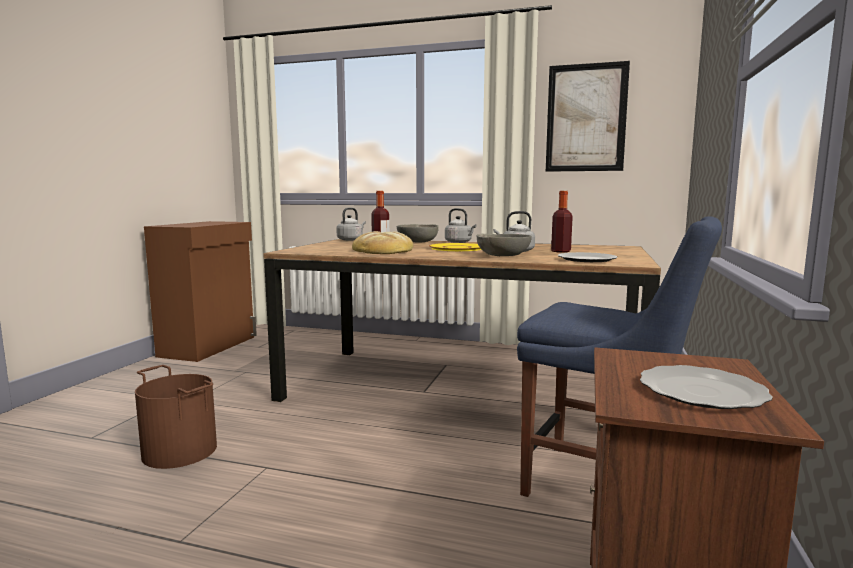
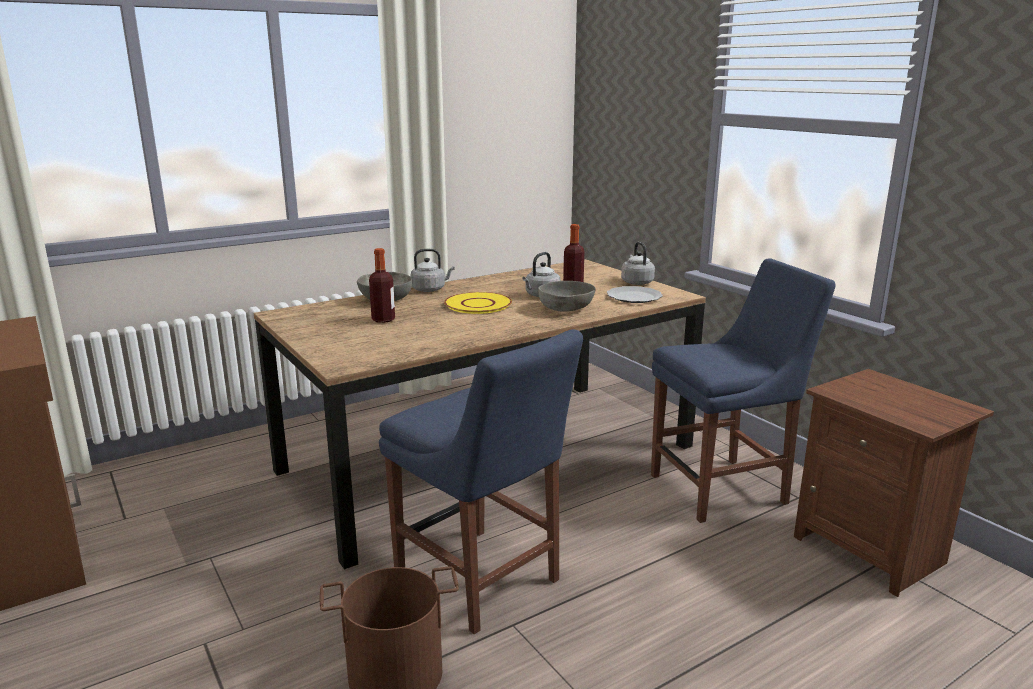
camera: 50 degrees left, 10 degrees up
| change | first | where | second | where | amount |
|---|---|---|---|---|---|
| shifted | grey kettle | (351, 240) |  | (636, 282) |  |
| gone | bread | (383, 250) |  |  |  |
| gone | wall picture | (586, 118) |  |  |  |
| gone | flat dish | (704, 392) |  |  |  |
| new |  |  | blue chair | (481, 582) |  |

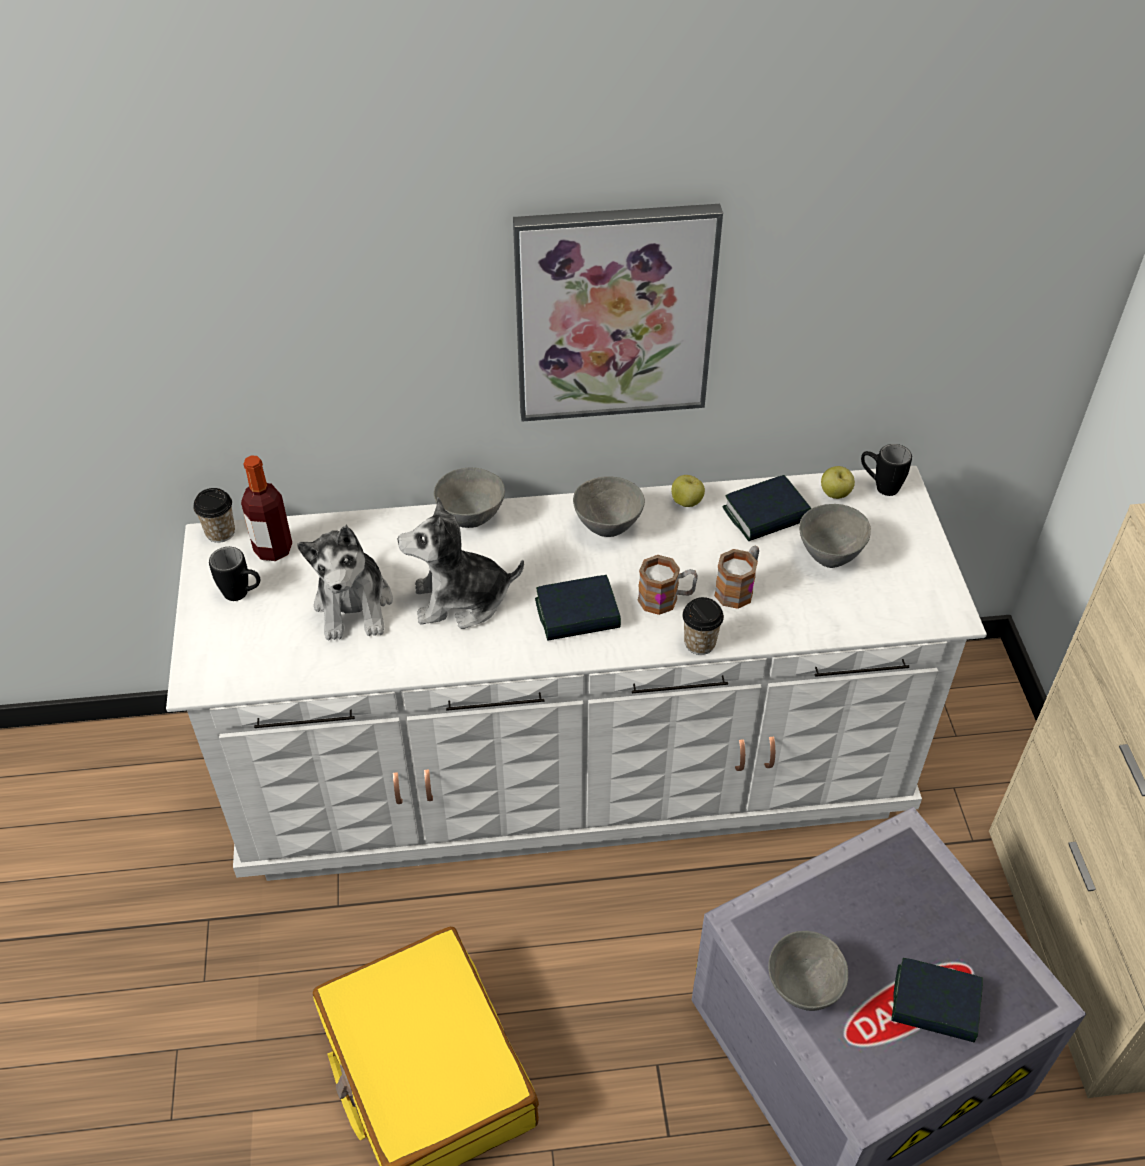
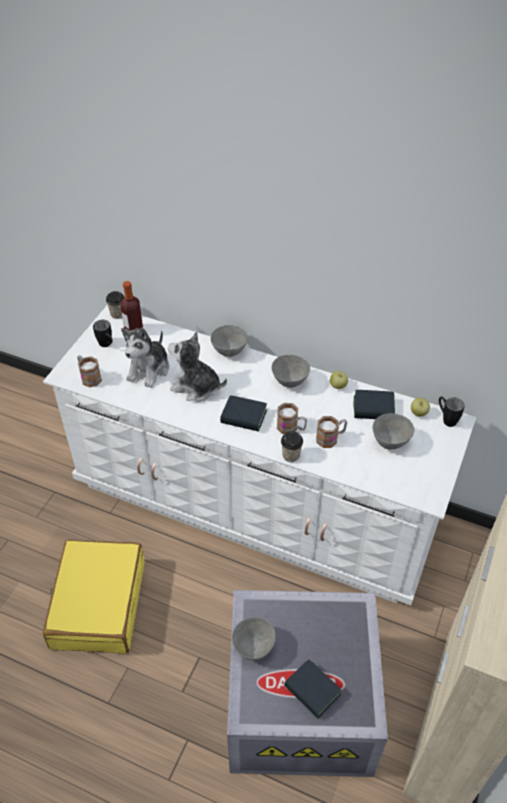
camera: 30 degrees right, 0 degrees up
| change | first | where | second | where | amount |
|---|---|---|---|---|---|
| gone | wall picture | (614, 313) |  |  |  |
| new |  |  | coffee mug | (89, 377) |  |

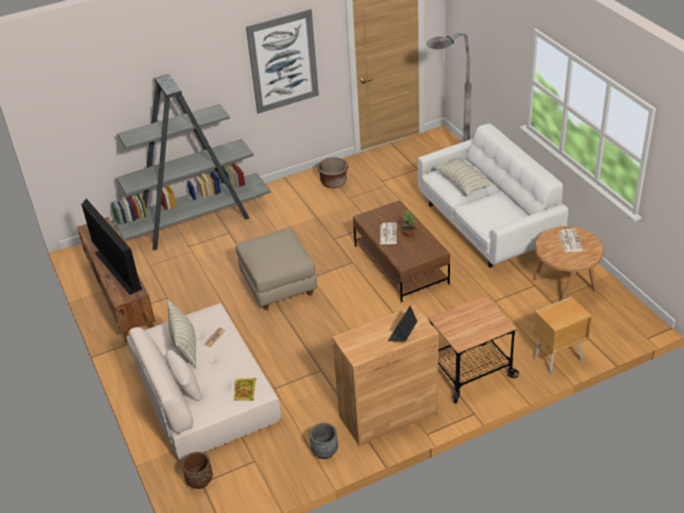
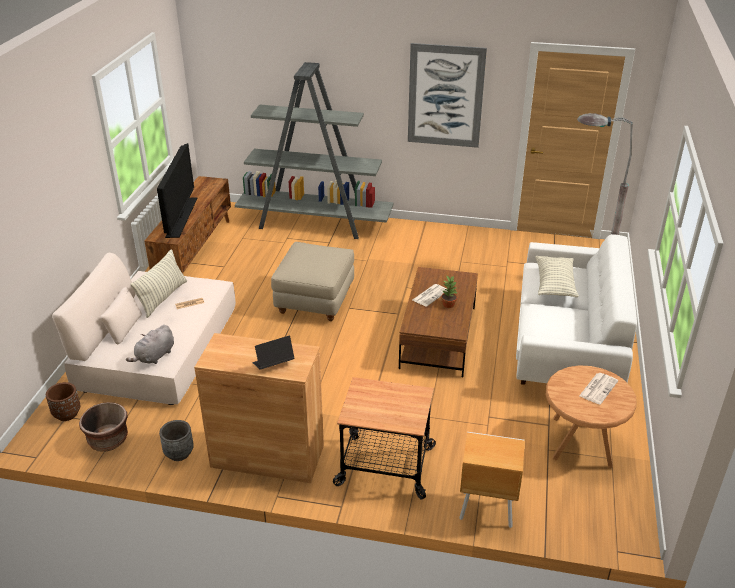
camera: 35 degrees right, 5 degrees down
| change | first | where | second | where | amount |
|---|---|---|---|---|---|
| swapped | bound book | (245, 391) | grey cuddly toy | (155, 356) |  |
| shifted | brownish flower pot | (334, 182) |  | (108, 440) |  |

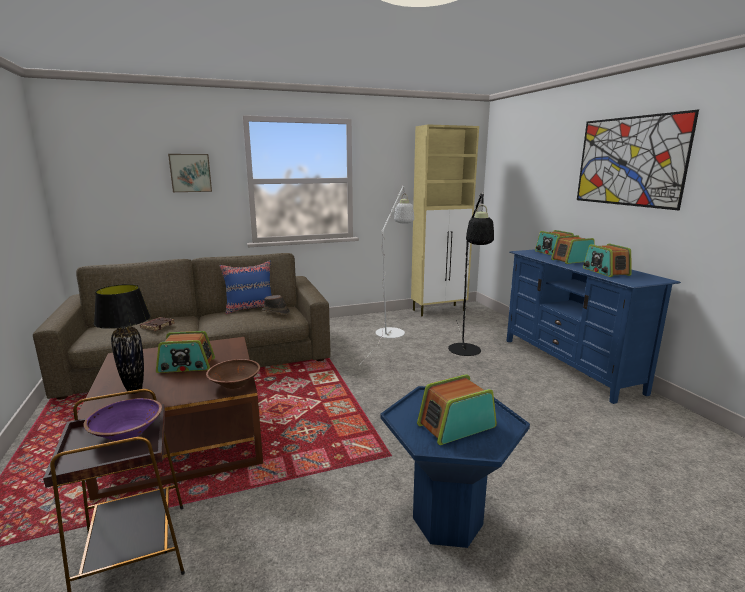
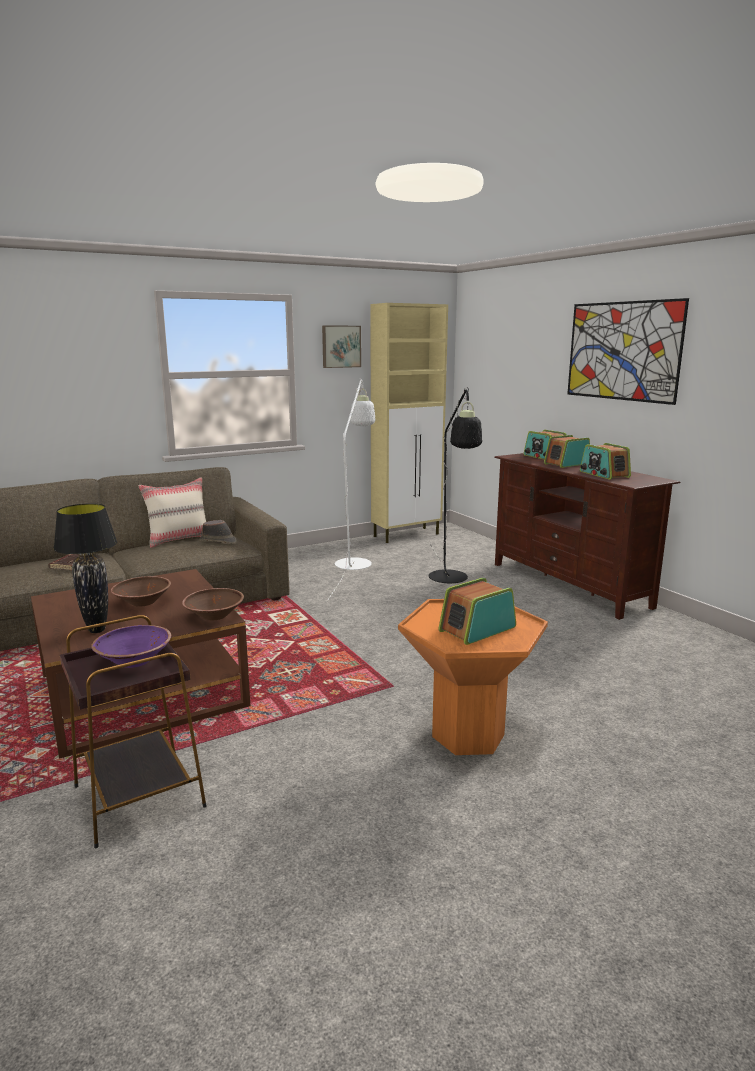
camera: 10 degrees left, 0 degrees up
| change | first | where | second | where | amount |
|---|---|---|---|---|---|
| swapped | radio | (186, 365) | brownish serving bowl | (143, 602) |  |
| shifted | wall picture | (190, 173) |  | (340, 346) |  |
| repainted | blue throw pillow | (250, 308) | sand-coloured throw pillow | (179, 540) |  |
| repainted | blue side table | (448, 521) | orangey side table | (468, 736) |  |
| repainted | blue tv unit | (569, 364) | brownish tv unit | (569, 585) |  |

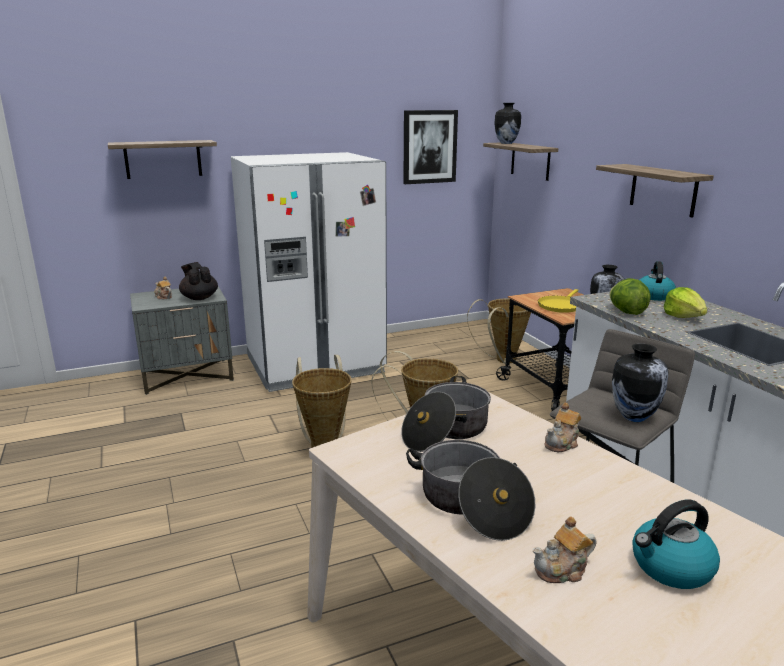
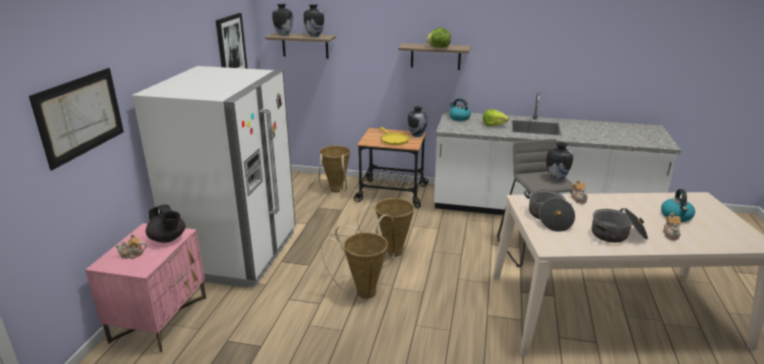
camera: 55 degrees left, 5 degrees up
| change | first | where | second | where | amount |
|---|---|---|---|---|---|
| swapped | bracket shelf | (163, 159) | wall picture | (80, 116) |  |
| repainted | grey nightstand | (188, 376) | pinkish nightstand | (160, 319) |  |
| rotated | black-coloured tea pot | (199, 298) |  | (168, 239) | 135 degrees counterclockwise |
| shifted | lettuce head | (626, 312) |  | (438, 47) |  |
| new |  |  | flower vase | (314, 35) |  |

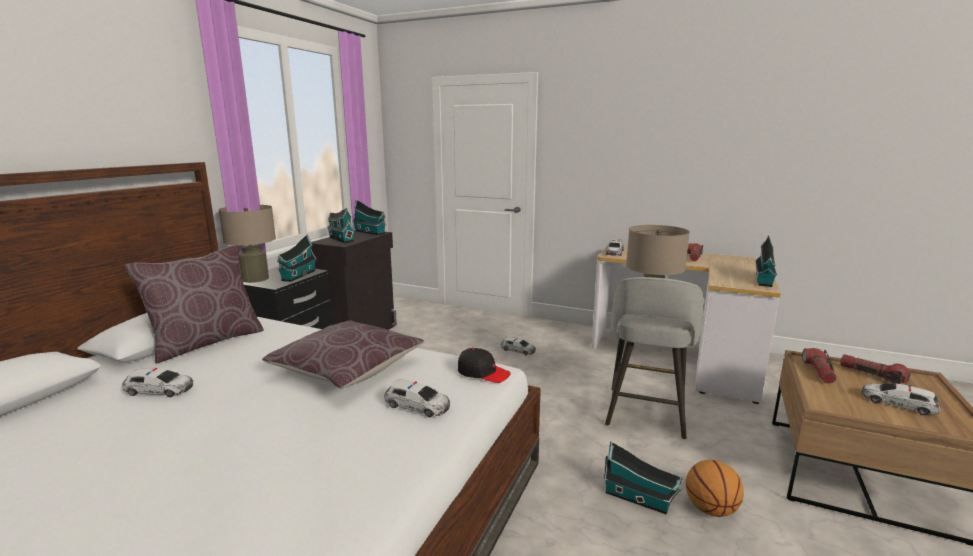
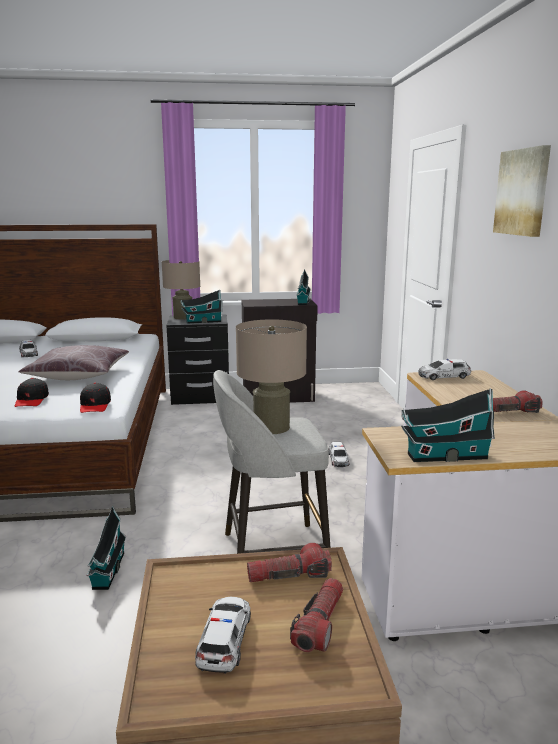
camera: 60 degrees right, 0 degrees up
| change | first | where | second | where | amount |
|---|---|---|---|---|---|
| gone | brownish throw pillow | (207, 342) |  |  |  |
| gone | miniature house | (340, 239) |  |  |  |
| swapped | model car | (417, 405) | black-coloured cap | (32, 400) |  |
| gone | basketball ball | (710, 509) |  |  |  |
| new |  |  | wall picture | (523, 192) |  |

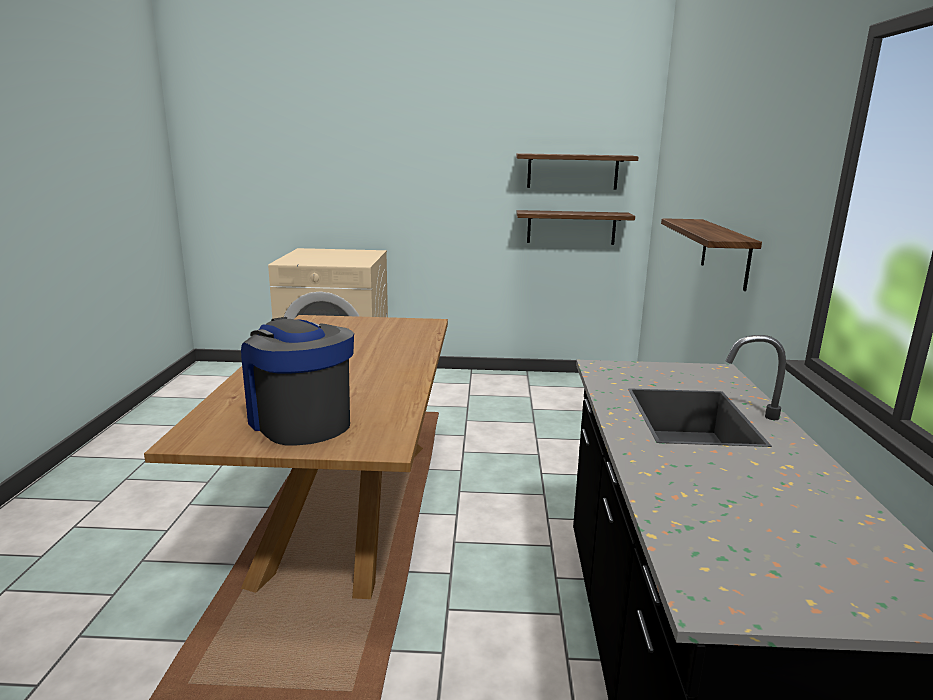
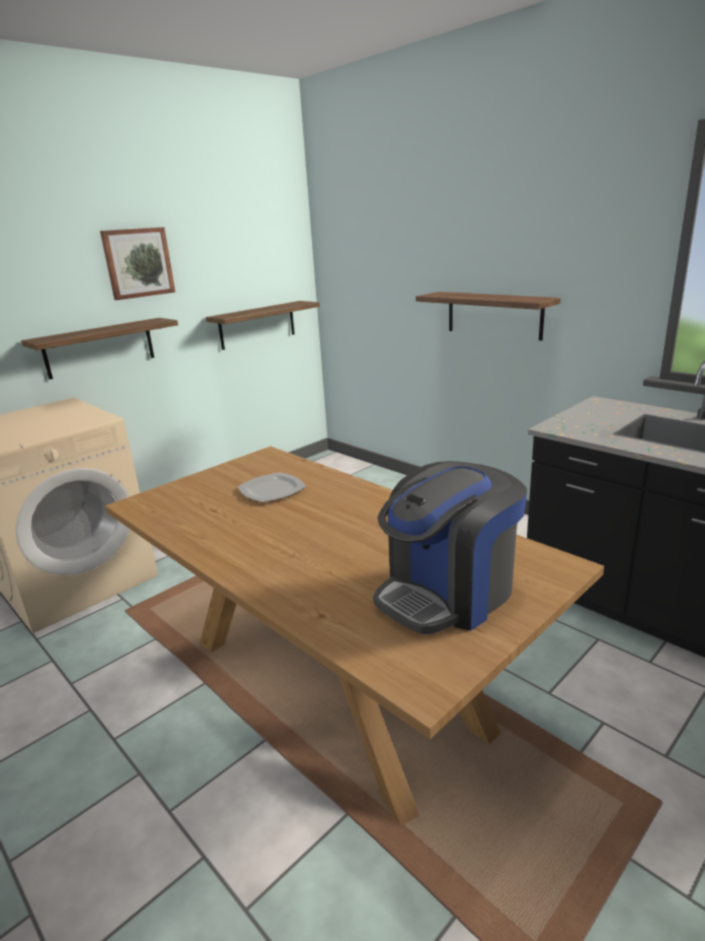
camera: 45 degrees left, 5 degrees up
| change | first | where | second | where | amount |
|---|---|---|---|---|---|
| rotated | coffee machine | (300, 421) |  | (448, 593) | 45 degrees counterclockwise |
| shifted | bracket shelf | (572, 171) |  | (99, 348) |  |
| new |  |  | wall picture | (138, 263) |  |
| new |  |  | flat dish | (272, 489) |  |

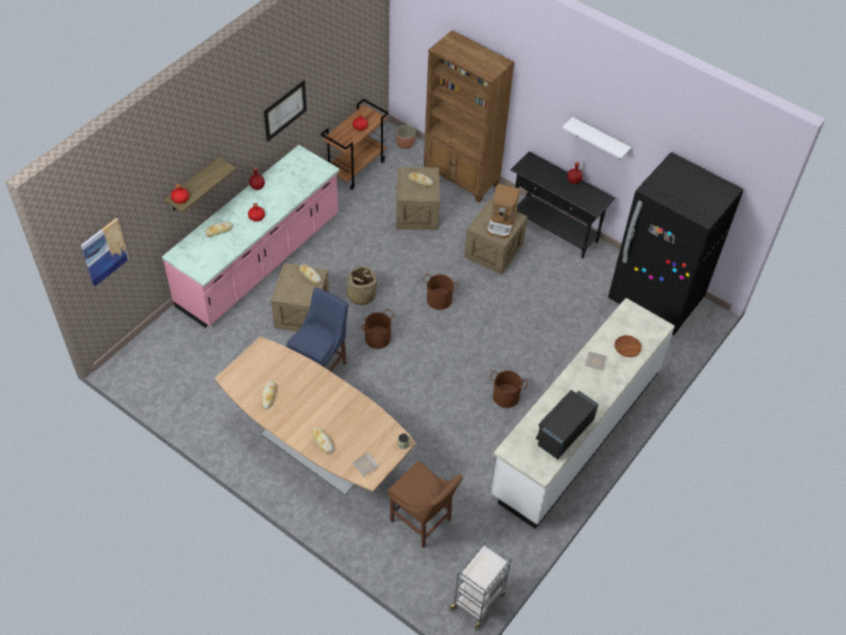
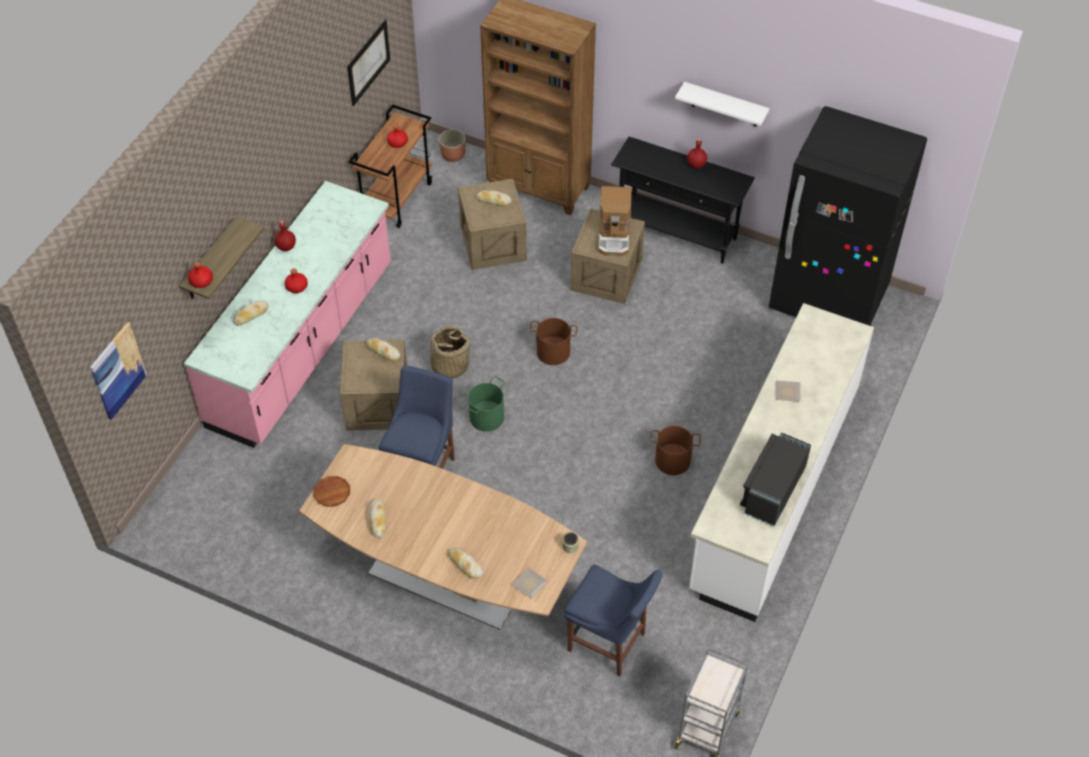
camera: 10 degrees left, 0 degrees up
| change | first | where | second | where | amount |
|---|---|---|---|---|---|
| shifted | wall picture | (285, 110) |  | (368, 62) |  |
| repainted | brownish pail | (377, 338) | greenish pail | (486, 417) |  |
| repainted | brownish chair | (423, 522) | blue chair | (610, 644) |  |
| shifted | brownish flat dish | (627, 347) |  | (332, 493) |  |

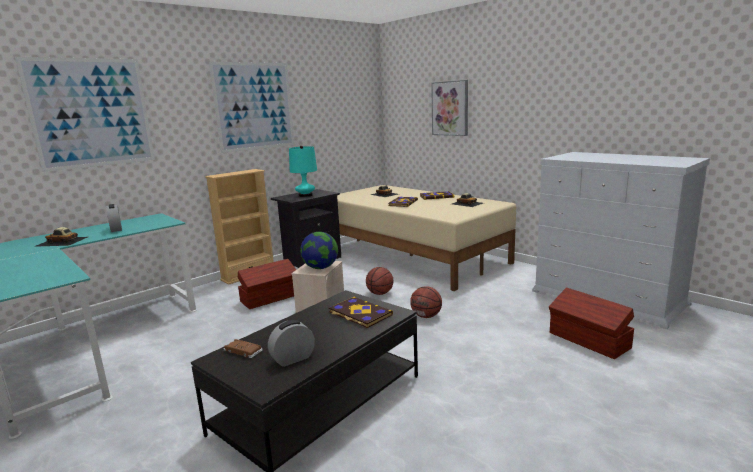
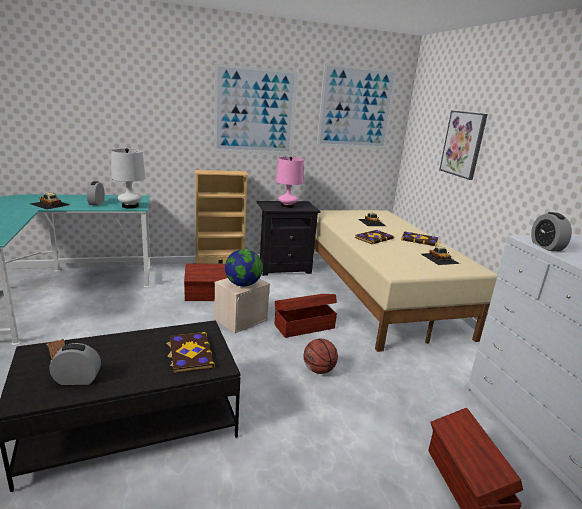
camera: 25 degrees right, 5 degrees up
| change | first | where | second | where | amount |
|---|---|---|---|---|---|
| shifted | wall picture | (91, 113) |  | (356, 108) |  |
| repainted | blue-green lamp for a table | (305, 195) | pinkish lamp for a table | (287, 206) |  |
| swapped | basketball ball | (380, 293) | brownish storage bin | (303, 326) |  |
| new |  |  | white lamp for a table | (130, 206) |  |
| new |  |  | table clock | (546, 246) |  |

